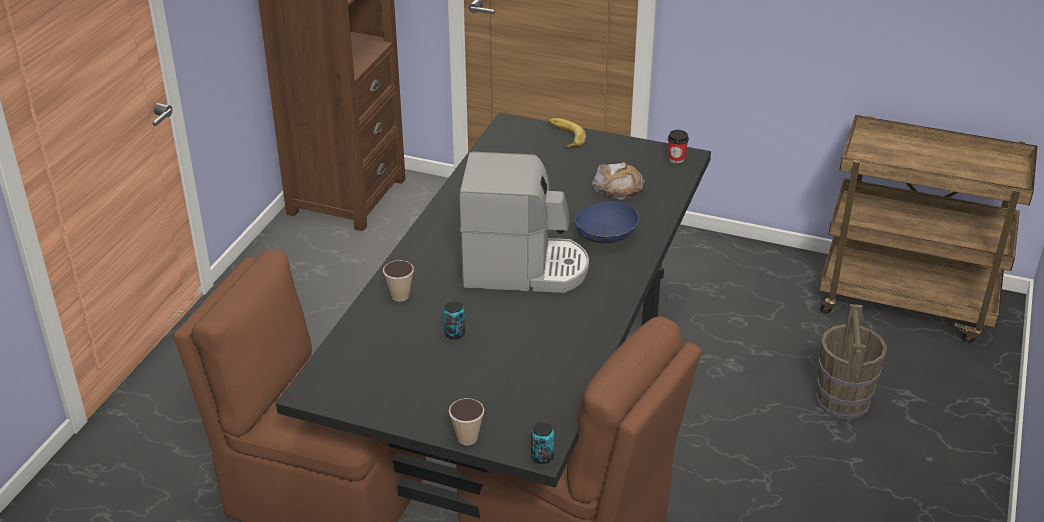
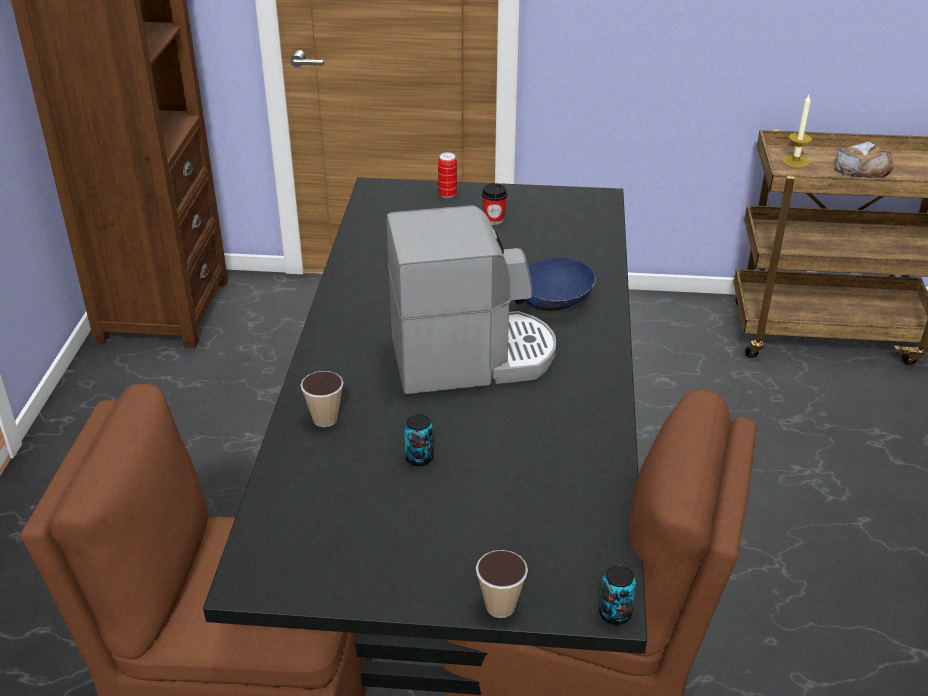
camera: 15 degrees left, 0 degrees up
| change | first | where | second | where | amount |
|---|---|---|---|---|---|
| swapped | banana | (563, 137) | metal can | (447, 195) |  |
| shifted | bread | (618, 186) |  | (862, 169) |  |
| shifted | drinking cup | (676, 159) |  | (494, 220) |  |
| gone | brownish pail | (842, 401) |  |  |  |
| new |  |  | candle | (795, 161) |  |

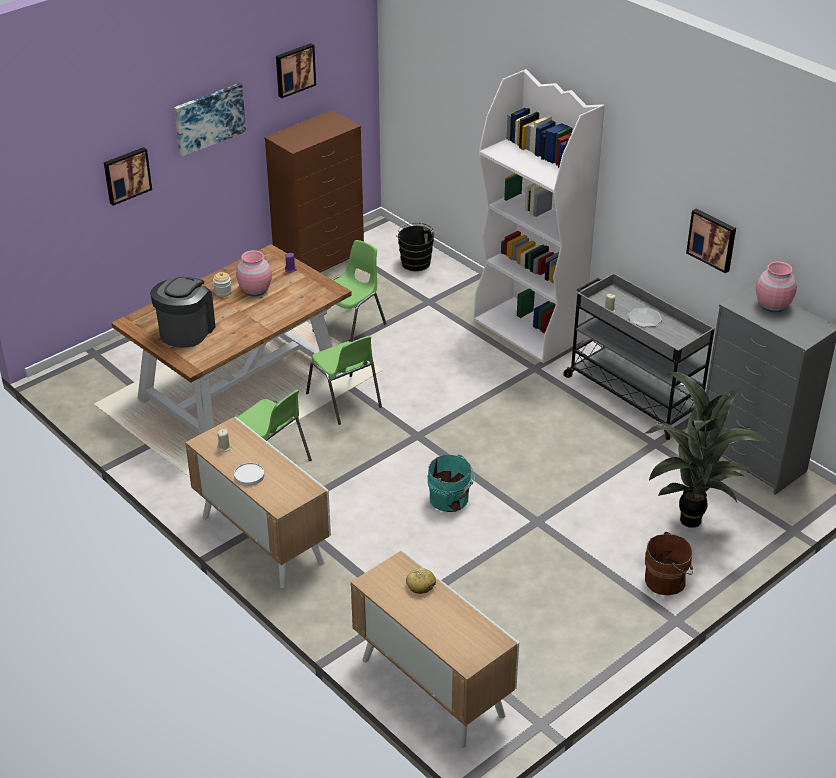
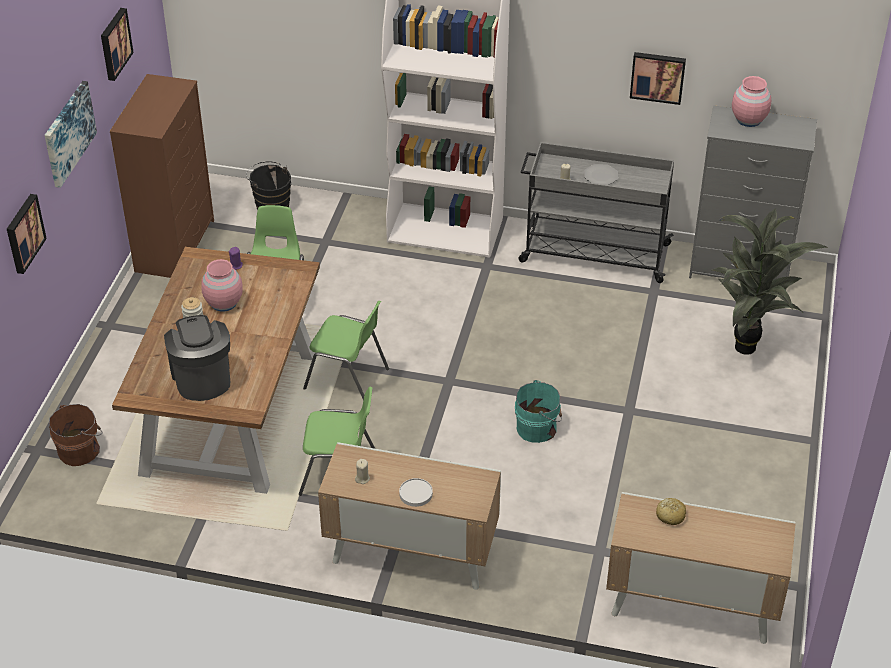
camera: 35 degrees left, 5 degrees up
| change | first | where | second | where | amount |
|---|---|---|---|---|---|
| shifted | brownish pail | (667, 580) |  | (80, 450) |  |

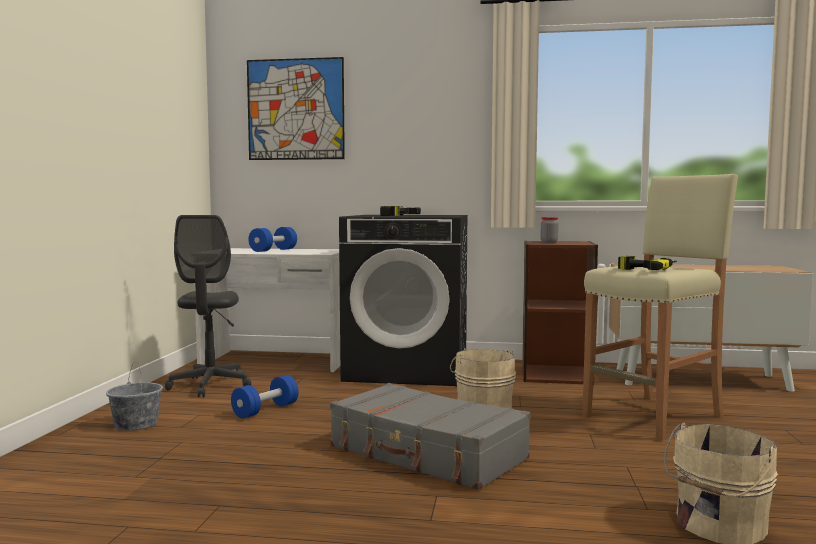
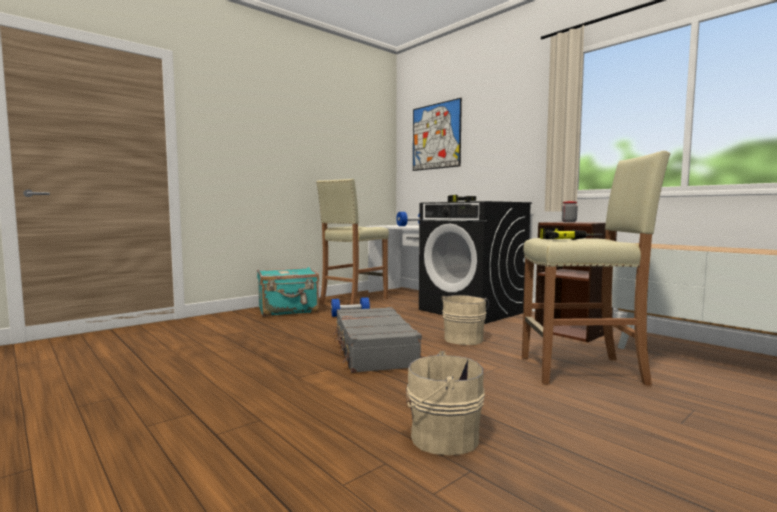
camera: 40 degrees right, 0 degrees up
| change | first | where | second | where | amount |
|---|---|---|---|---|---|
| swapped | grey pail | (136, 424) | blue-green piece of luggage | (288, 310) |  |
| swapped | grey desk chair | (210, 386) | sand-coloured sitting stool | (353, 301) |  |

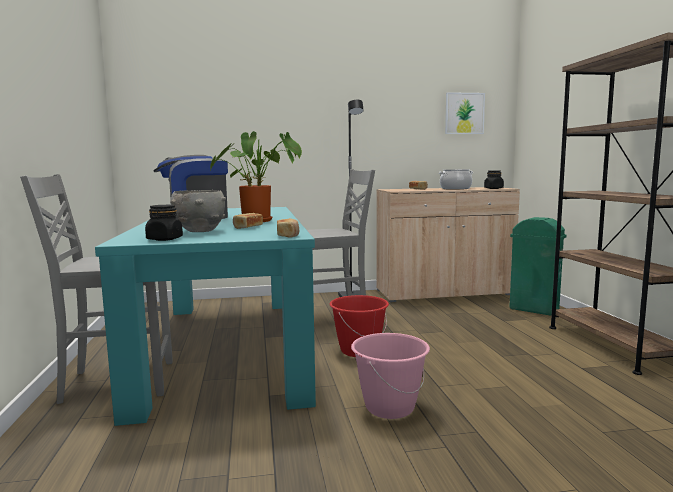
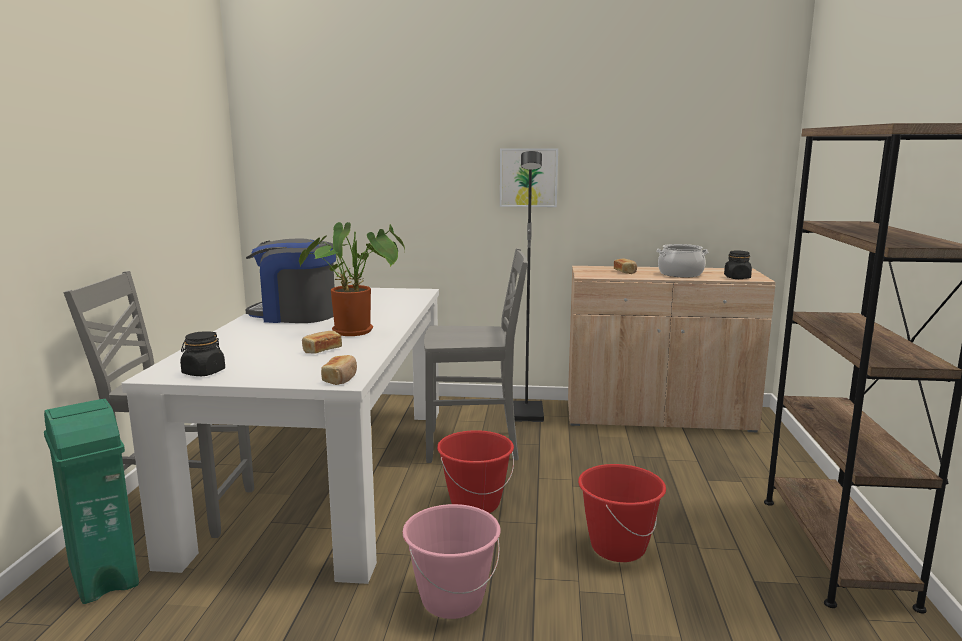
camera: 15 degrees right, 5 degrees up
| change | first | where | second | where | amount |
|---|---|---|---|---|---|
| repainted | blue-green dining table | (227, 346) | white dining table | (327, 473) |  |
| gone | grey serving bowl | (199, 231) |  |  |  |
| shifted | wall picture | (464, 113) |  | (528, 177) |  |
| shifted | greenish waste bin | (533, 309) |  | (104, 575) |  |
| new |  |  | reddish pail | (617, 547) |  |

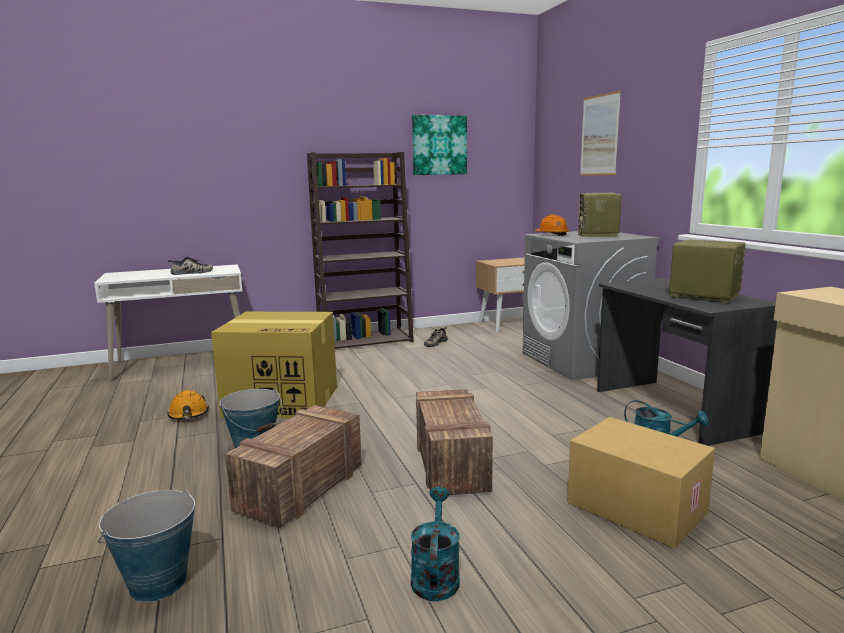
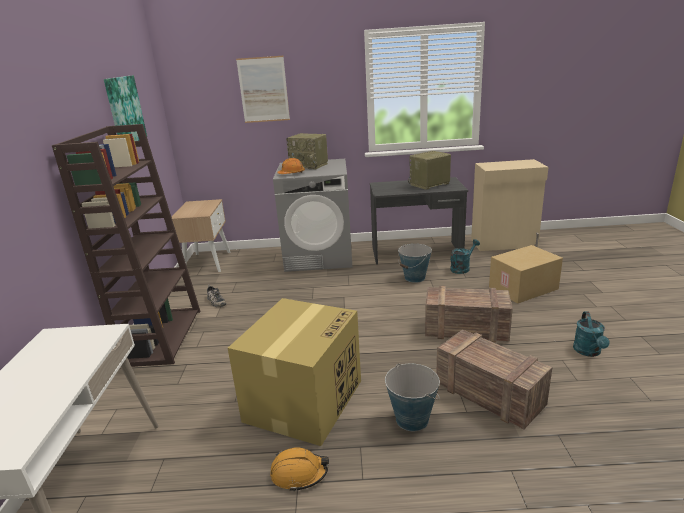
camera: 70 degrees left, 10 degrees up
| change | first | where | second | where | amount |
|---|---|---|---|---|---|
| shifted | pail | (157, 583) |  | (415, 278) |  |
| gone | item of footwear | (191, 273) |  |  |  |
| rotated | blue-green watering can | (435, 575) |  | (588, 352) | 105 degrees counterclockwise |

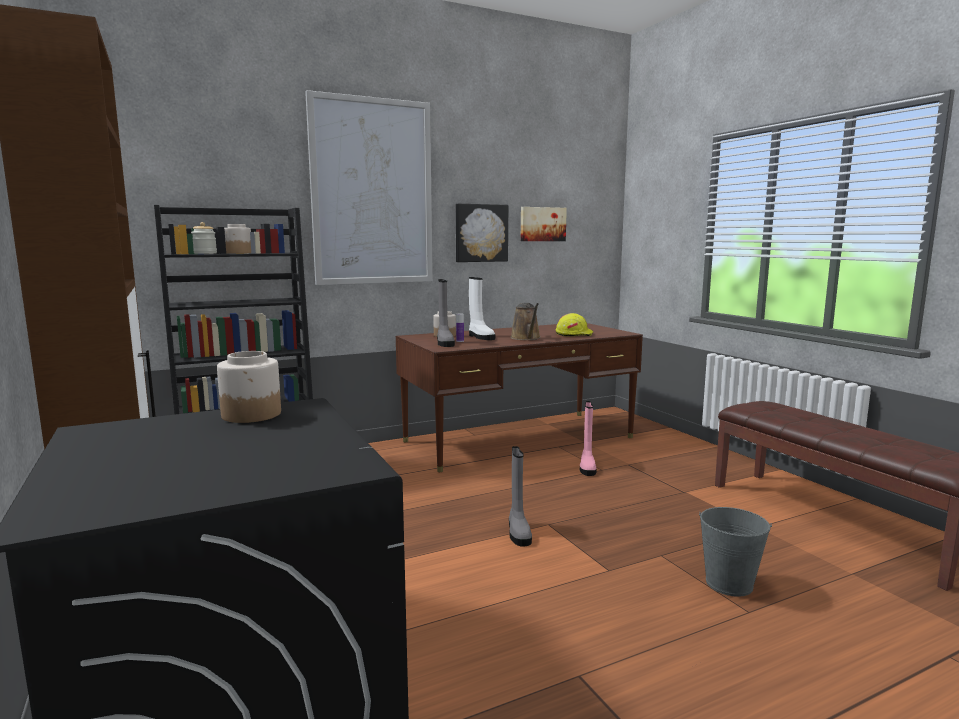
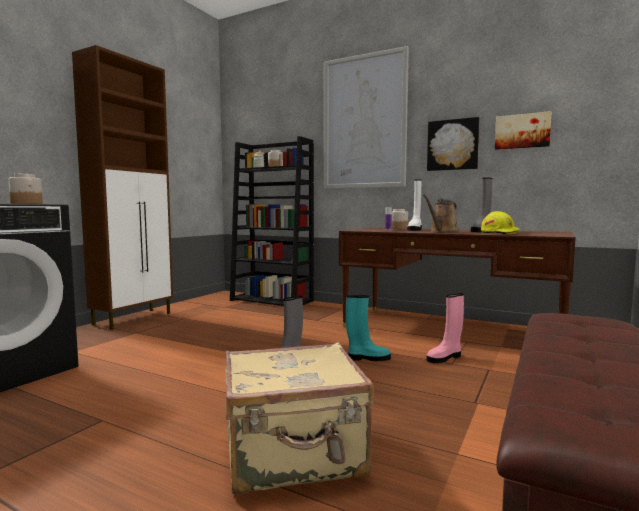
camera: 55 degrees right, 5 degrees down
| change | first | where | second | where | amount |
|---|---|---|---|---|---|
| shifted | grey tall boot | (444, 343) |  | (481, 231) |  |
| swapped | grey pail | (729, 583) | sand-coloured piece of luggage | (294, 455) |  |
| new |  |  | blue-green tall boot | (367, 358) |  |

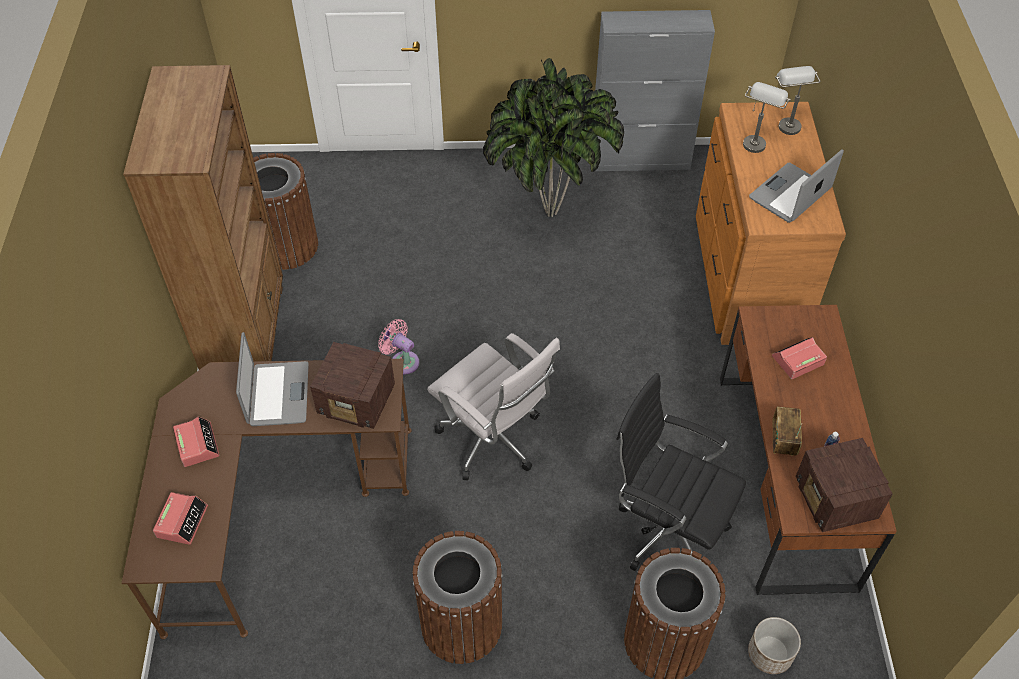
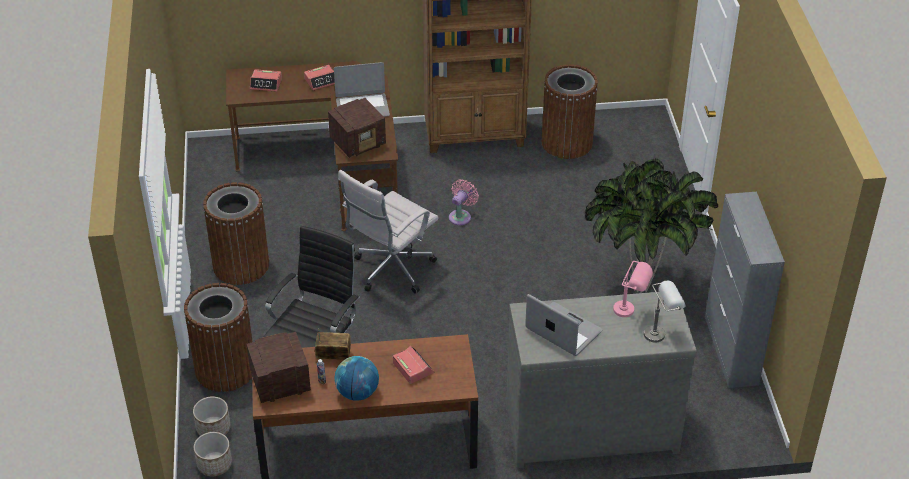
camera: 85 degrees right, 10 degrees down
| change | first | where | second | where | amount |
|---|---|---|---|---|---|
| rotated | radio | (357, 401) |  | (359, 142) | 135 degrees counterclockwise |
| repainted | brownish drawer chest | (746, 278) | grey drawer chest | (590, 427) |  |
| repainted | grey lamp for a table | (756, 140) | pinkish lamp for a table | (631, 311) |  |
| new |  |  | flower pot | (214, 464) |  |
| new |  |  | desk globe | (357, 393) |  |

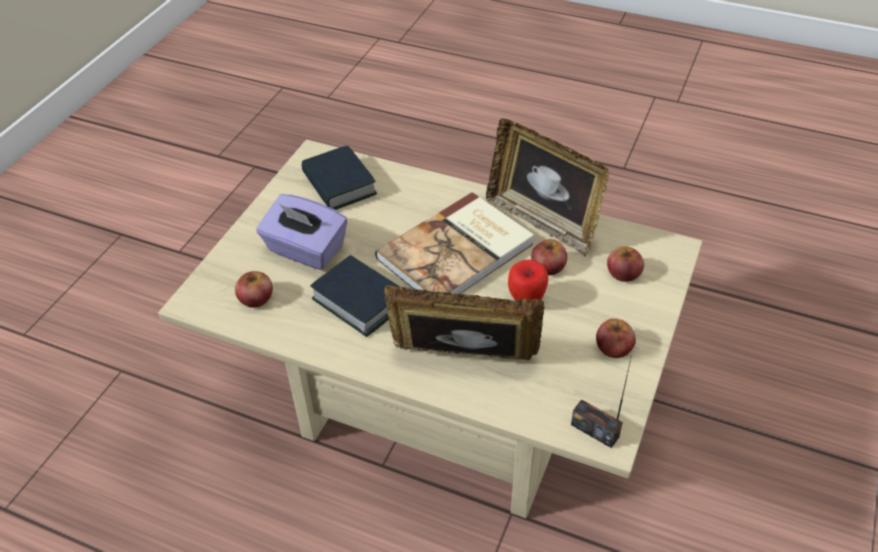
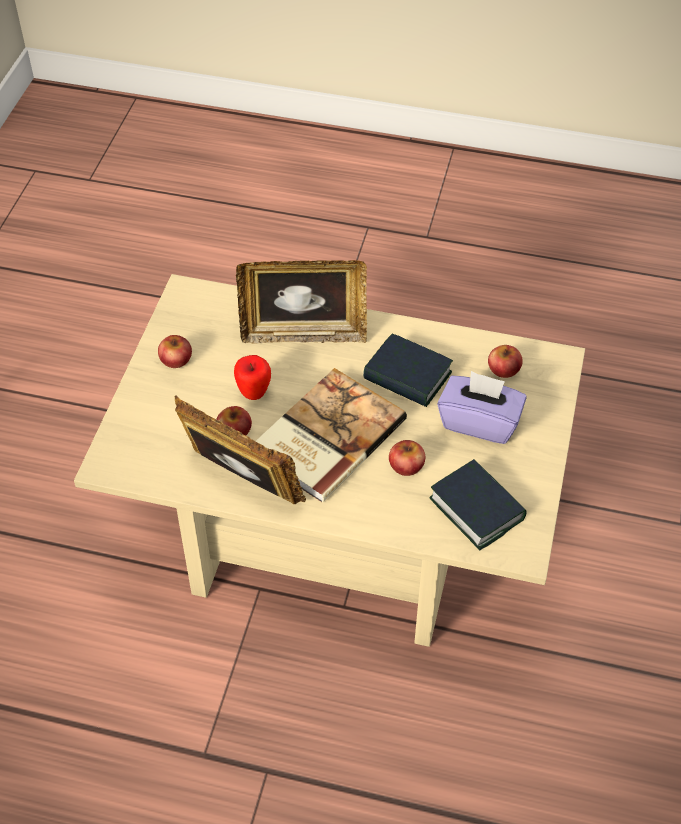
camera: 170 degrees right, 5 degrees up
| change | first | where | second | where | amount |
|---|---|---|---|---|---|
| gone | radio | (595, 430) |  |  |  |
| shifted | apple | (623, 273) |  | (406, 465) |  |

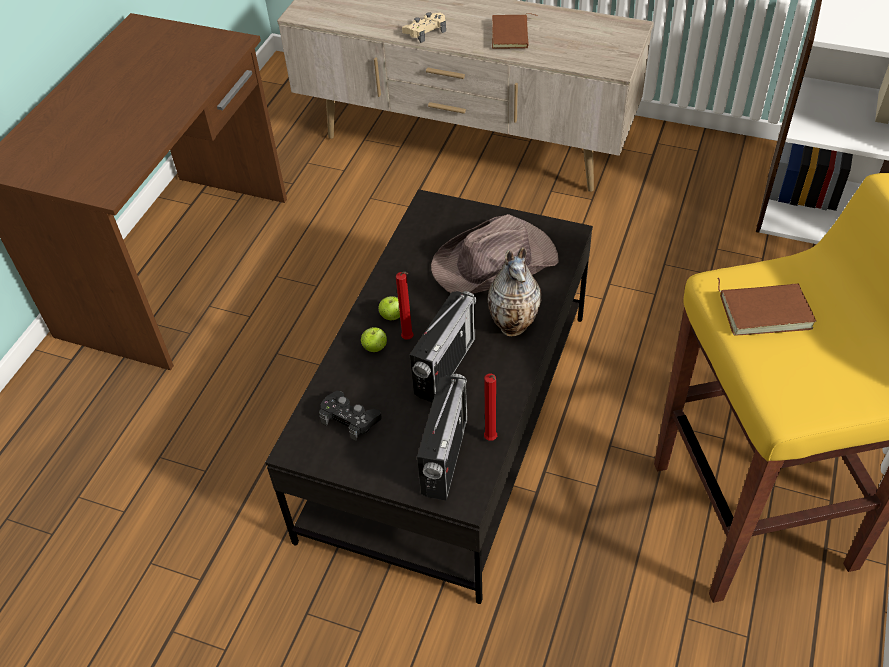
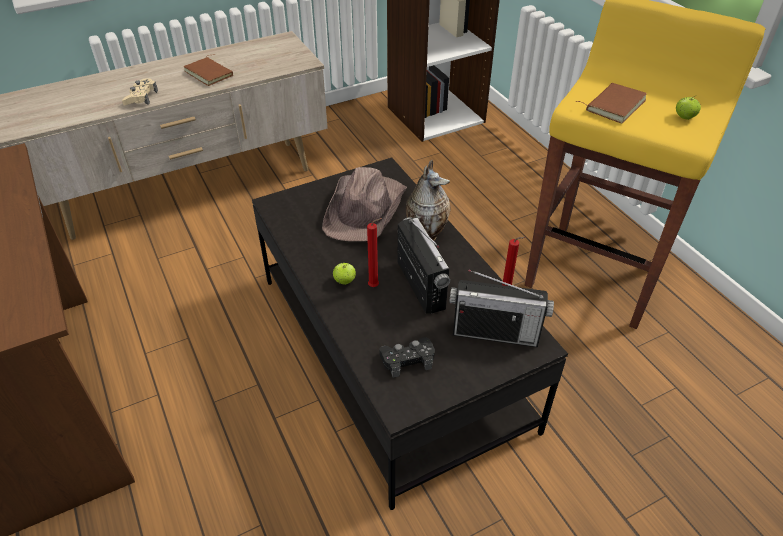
camera: 50 degrees left, 5 degrees down
| change | first | where | second | where | amount |
|---|---|---|---|---|---|
| shifted | apple | (375, 348) |  | (684, 117) |  |
| rotated | radio | (445, 457) |  | (495, 333) | 135 degrees clockwise |

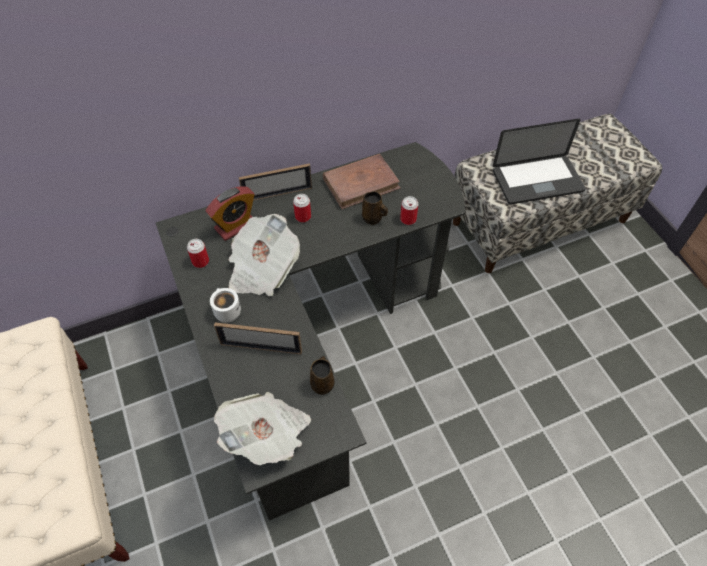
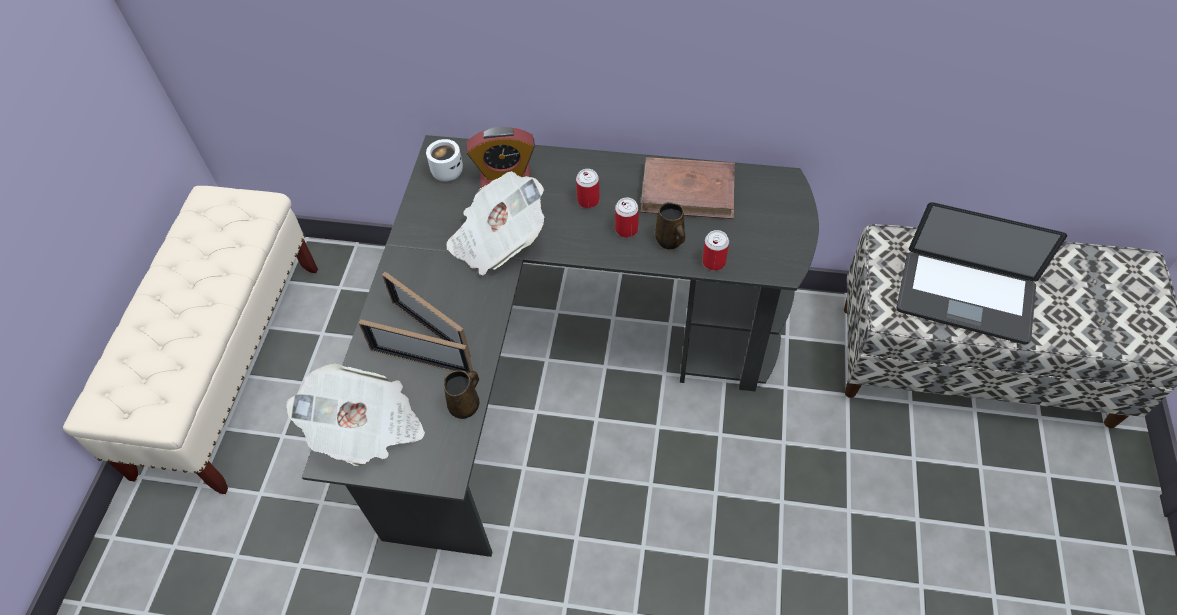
camera: 35 degrees right, 0 degrees up
| change | first | where | second | where | amount |
|---|---|---|---|---|---|
| shifted | metal can | (200, 261) |  | (626, 229) |  |
| shifted | white coffee mug | (225, 311) |  | (446, 169) |  |
| shifted | picture frame | (277, 194) |  | (421, 361) |  |

